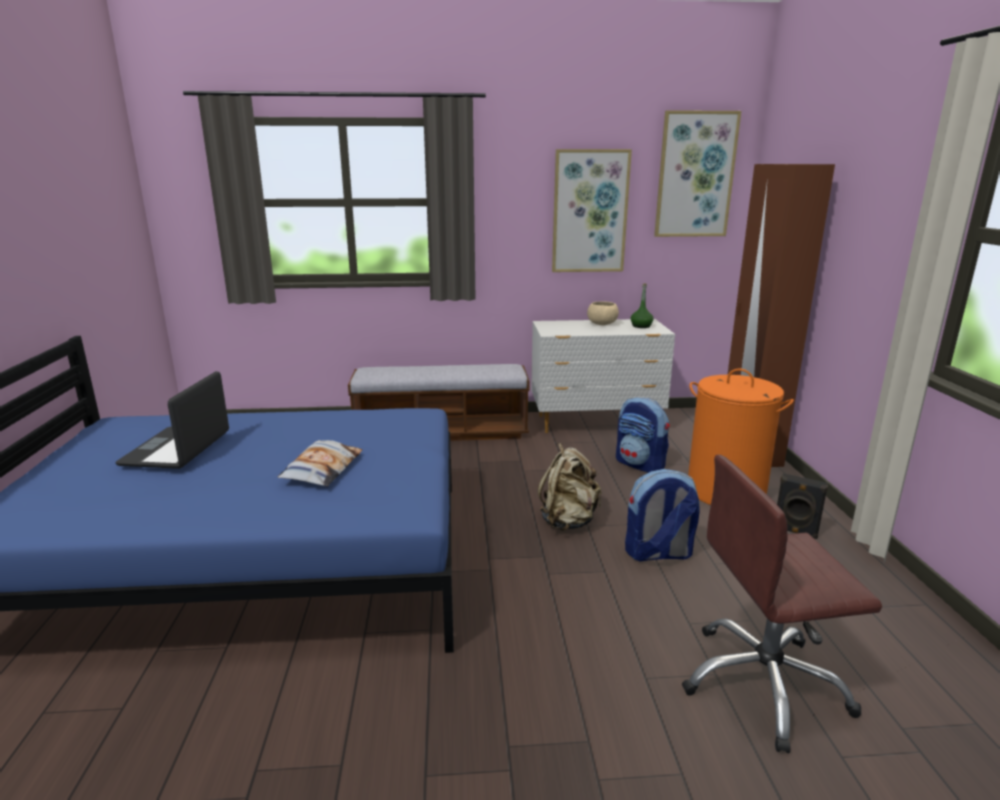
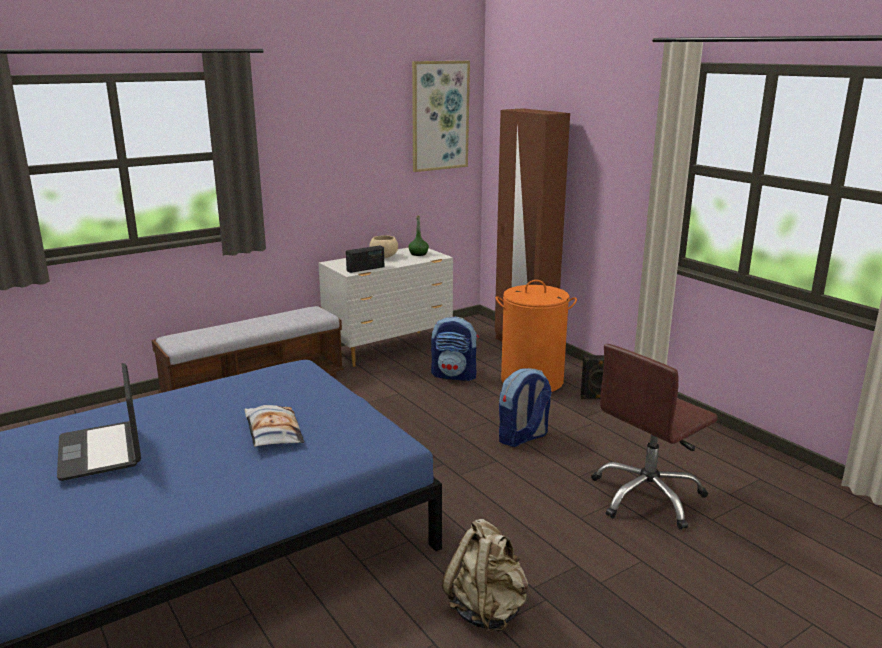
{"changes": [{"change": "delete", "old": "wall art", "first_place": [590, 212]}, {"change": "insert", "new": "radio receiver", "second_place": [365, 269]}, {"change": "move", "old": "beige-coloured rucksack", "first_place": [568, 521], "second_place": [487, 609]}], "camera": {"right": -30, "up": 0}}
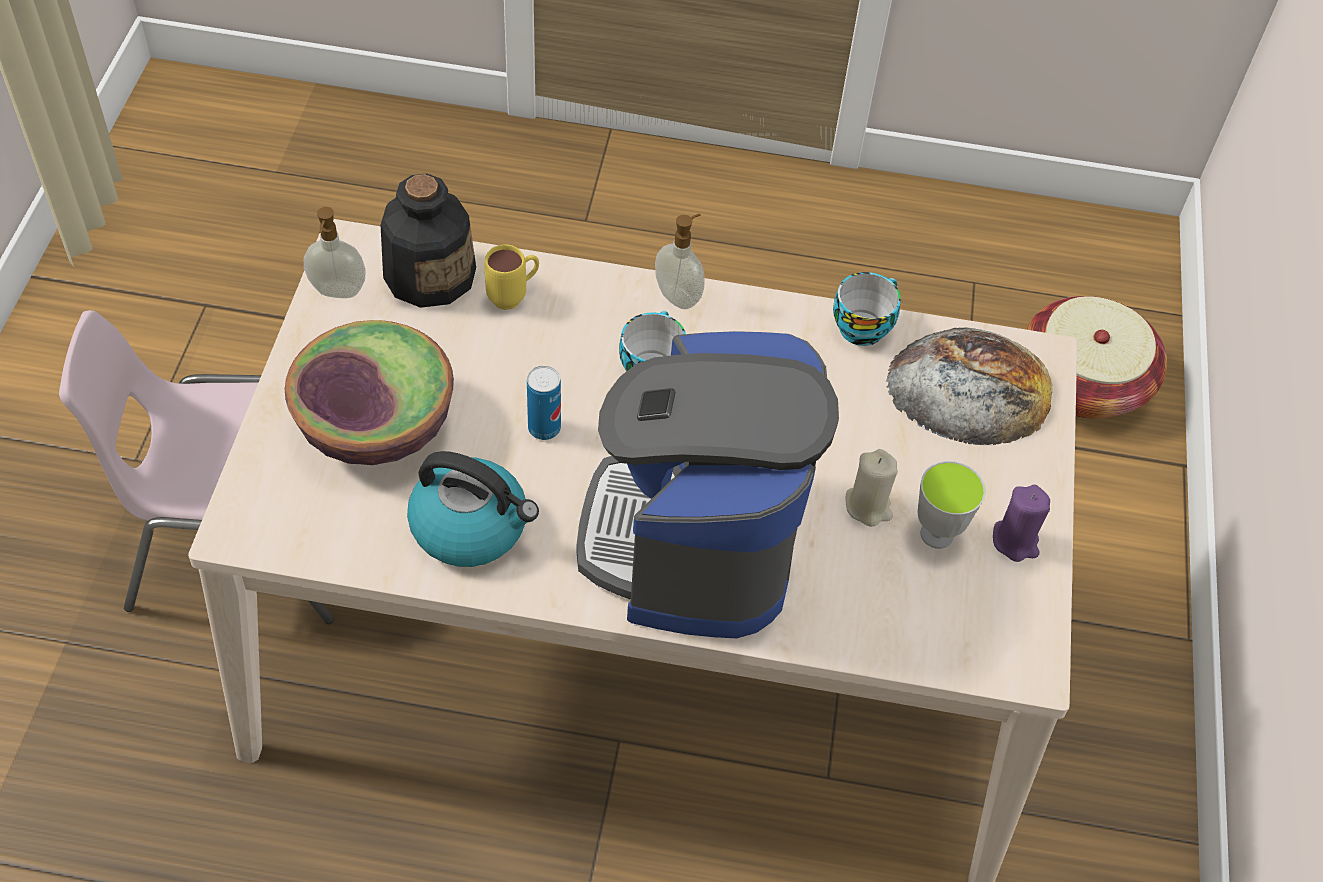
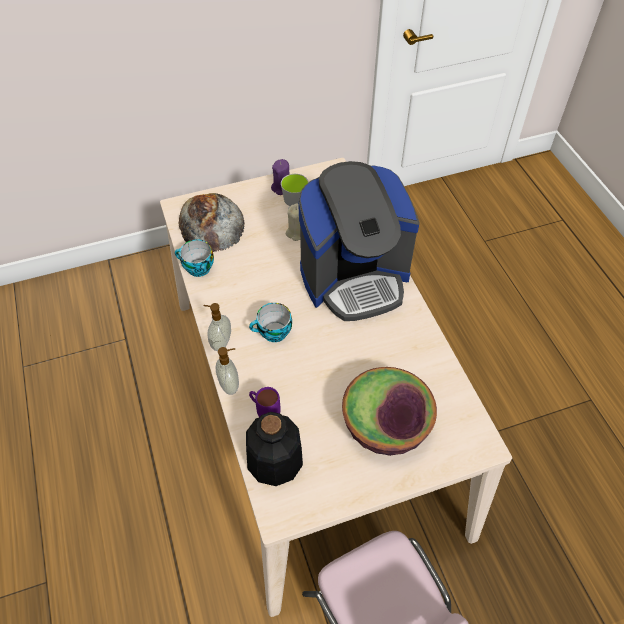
{"changes": [{"change": "delete", "old": "water kettle", "first_place": [471, 527]}, {"change": "delete", "old": "can", "first_place": [544, 428]}, {"change": "delete", "old": "basket", "first_place": [1083, 382]}, {"change": "move", "old": "soap dispenser", "first_place": [337, 292], "second_place": [230, 385]}, {"change": "recolor", "old": "yellowish mug", "new": "purple mug", "first_place": [514, 296], "second_place": [265, 411]}], "camera": {"right": -115, "up": 0}}
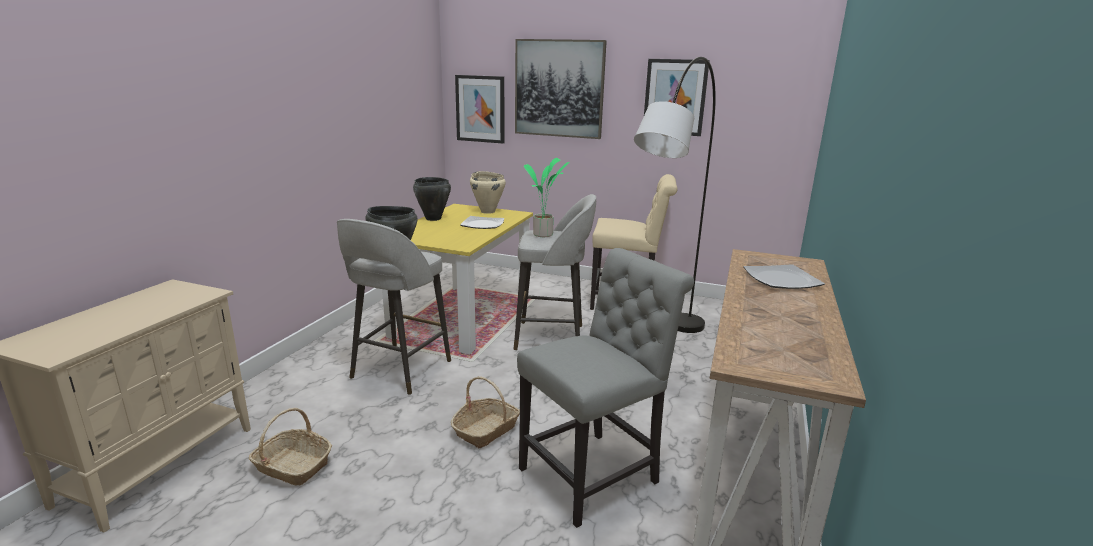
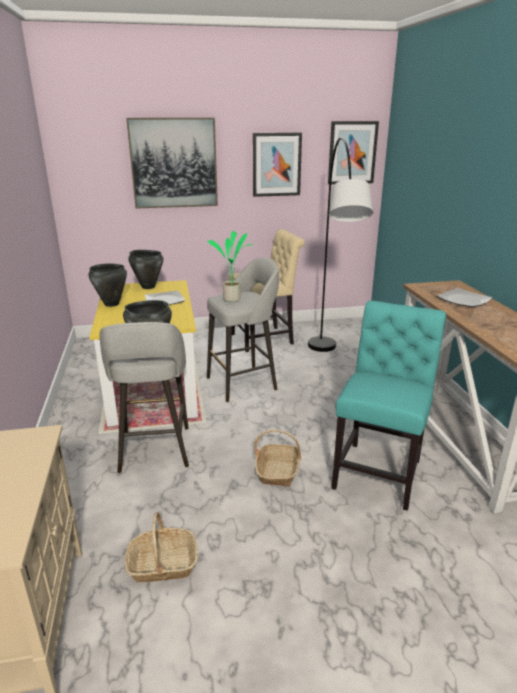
{"changes": [{"change": "move", "old": "wall art", "first_place": [480, 109], "second_place": [352, 153]}, {"change": "recolor", "old": "beige-coloured stockpot", "new": "black-coloured stockpot", "first_place": [488, 211], "second_place": [148, 287]}, {"change": "recolor", "old": "grey upright chair", "new": "turquoise-coloured upright chair", "first_place": [594, 473], "second_place": [379, 471]}], "camera": {"right": -30, "up": 5}}
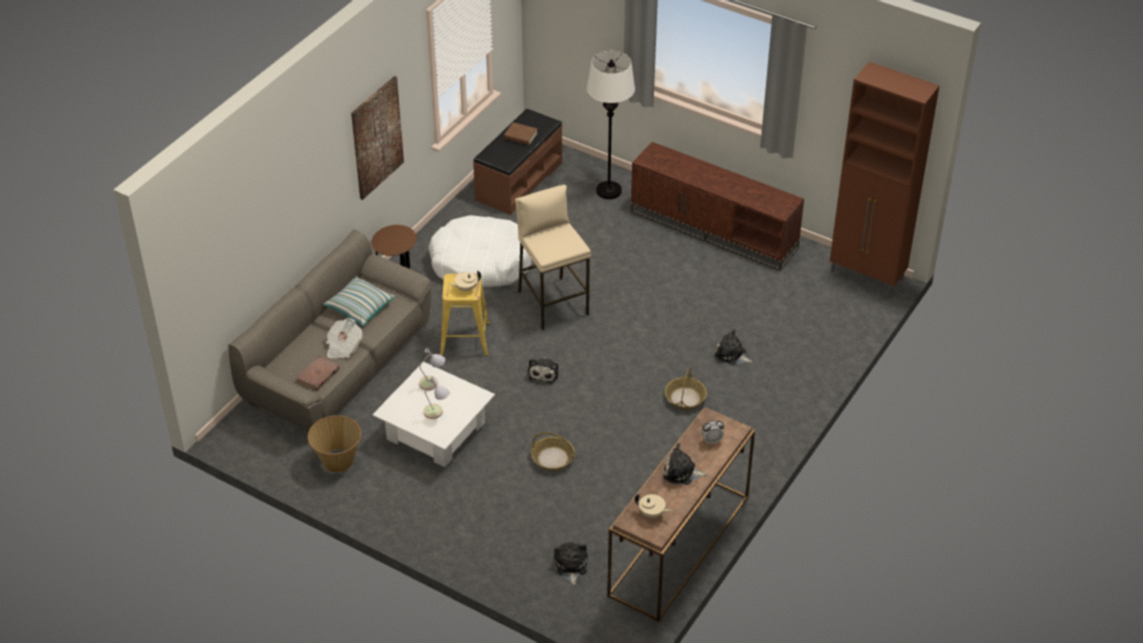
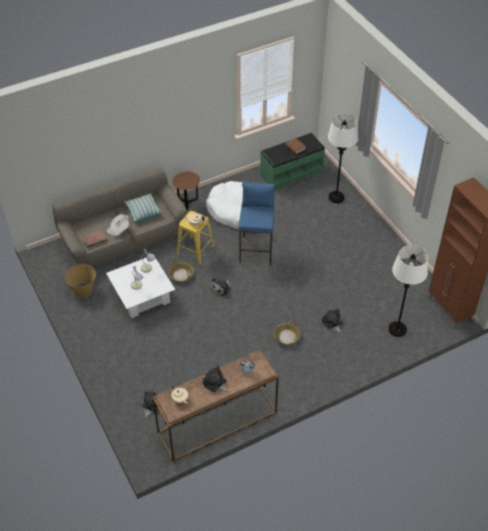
{"changes": [{"change": "delete", "old": "wall art", "first_place": [376, 137]}, {"change": "delete", "old": "brown tv stand", "first_place": [715, 229]}, {"change": "insert", "new": "white-coloured standing lamp", "second_place": [397, 329]}, {"change": "move", "old": "basket", "first_place": [552, 458], "second_place": [181, 275]}, {"change": "recolor", "old": "brown bench", "new": "greenish bench", "first_place": [518, 181], "second_place": [291, 172]}, {"change": "recolor", "old": "beige-coloured stool seat", "new": "blue-coloured stool seat", "first_place": [553, 303], "second_place": [256, 250]}], "camera": {"right": 30, "up": 5}}
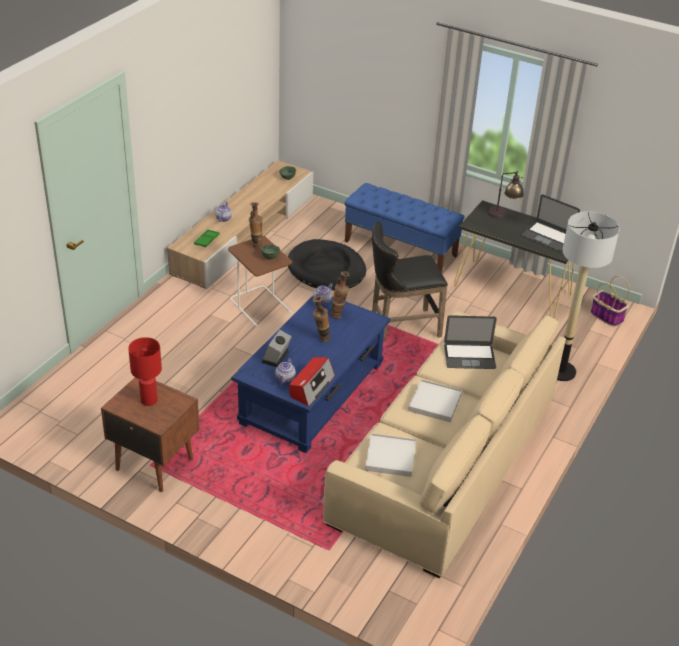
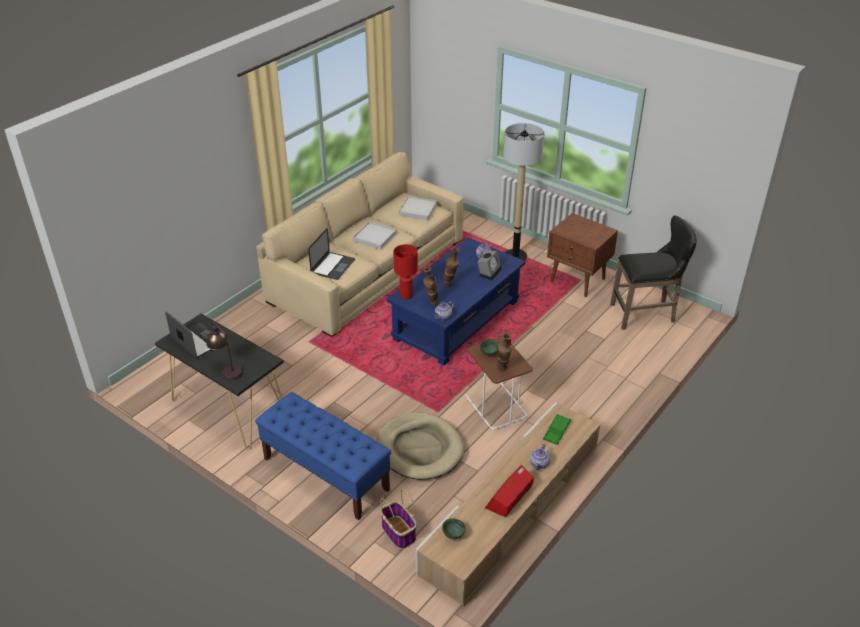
{"changes": [{"change": "move", "old": "reddish lamp for a table", "first_place": [148, 400], "second_place": [406, 296]}, {"change": "move", "old": "radio receiver", "first_place": [311, 386], "second_place": [509, 497]}, {"change": "move", "old": "black-coloured stool seat", "first_place": [400, 327], "second_place": [646, 314]}, {"change": "move", "old": "standing lamp", "first_place": [561, 371], "second_place": [515, 256]}, {"change": "move", "old": "basket", "first_place": [606, 316], "second_place": [399, 532]}, {"change": "recolor", "old": "black-coloured dog bed", "new": "beige-coloured dog bed", "first_place": [326, 269], "second_place": [420, 449]}, {"change": "rotate", "old": "portable computer", "first_place": [469, 356], "second_place": [332, 266], "degrees": 105}], "camera": {"right": -170, "up": 0}}
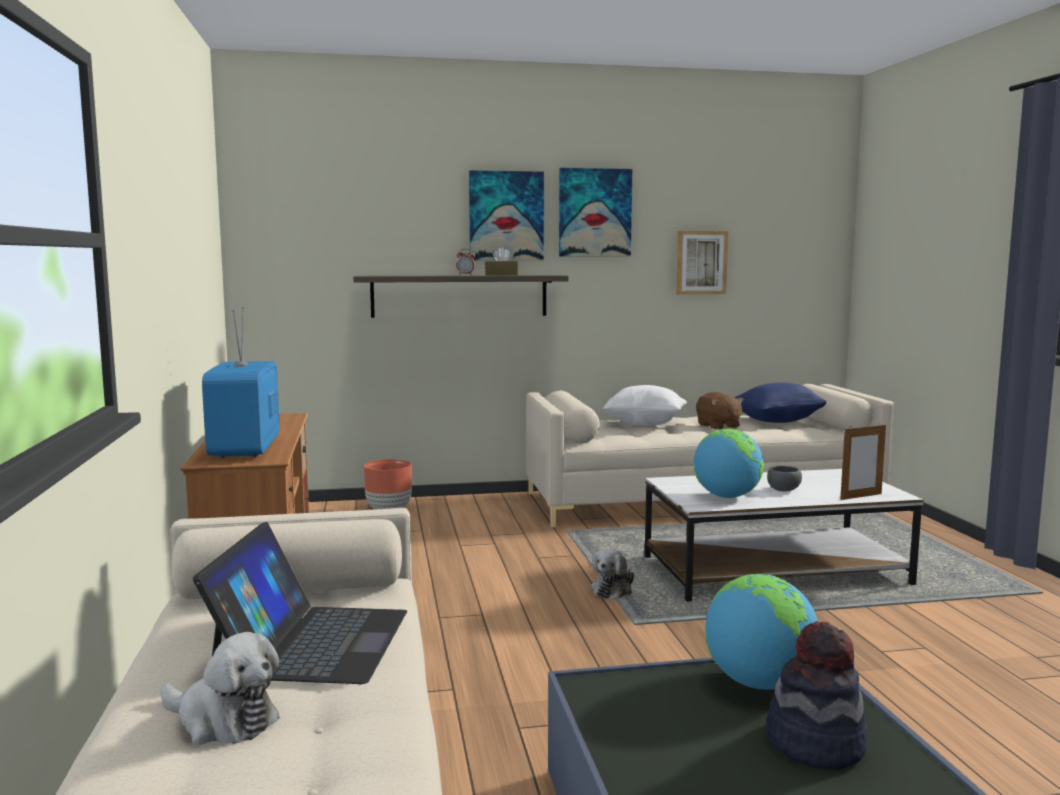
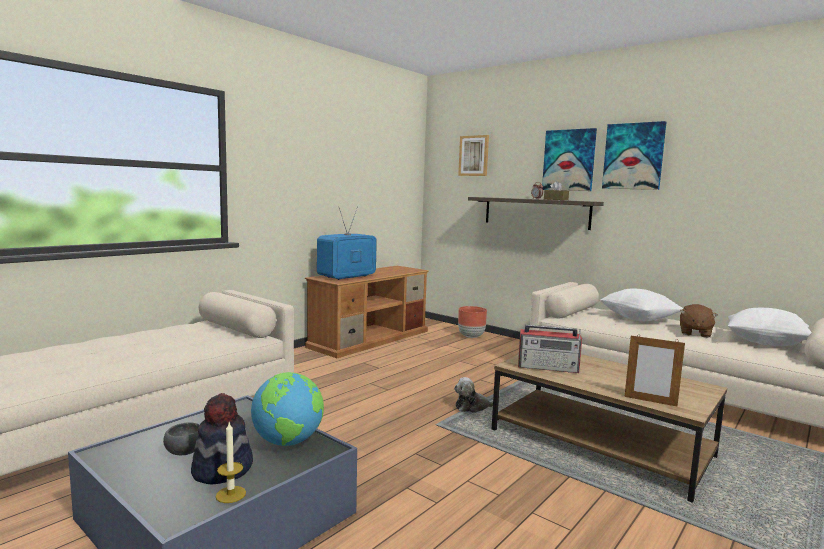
{"changes": [{"change": "delete", "old": "plush toy", "first_place": [223, 721]}, {"change": "delete", "old": "portable computer", "first_place": [312, 642]}, {"change": "insert", "new": "candle", "second_place": [231, 494]}, {"change": "move", "old": "wall art", "first_place": [701, 262], "second_place": [474, 156]}, {"change": "move", "old": "grey serving bowl", "first_place": [784, 490], "second_place": [185, 452]}, {"change": "replace", "old": "desk globe", "new": "radio receiver", "first_place": [726, 496], "second_place": [548, 367]}, {"change": "recolor", "old": "white-coloured lounge table", "new": "brown lounge table", "first_place": [775, 571], "second_place": [601, 444]}, {"change": "recolor", "old": "blue-coloured pillow", "new": "white-coloured pillow", "first_place": [776, 421], "second_place": [766, 343]}], "camera": {"right": 50, "up": 0}}
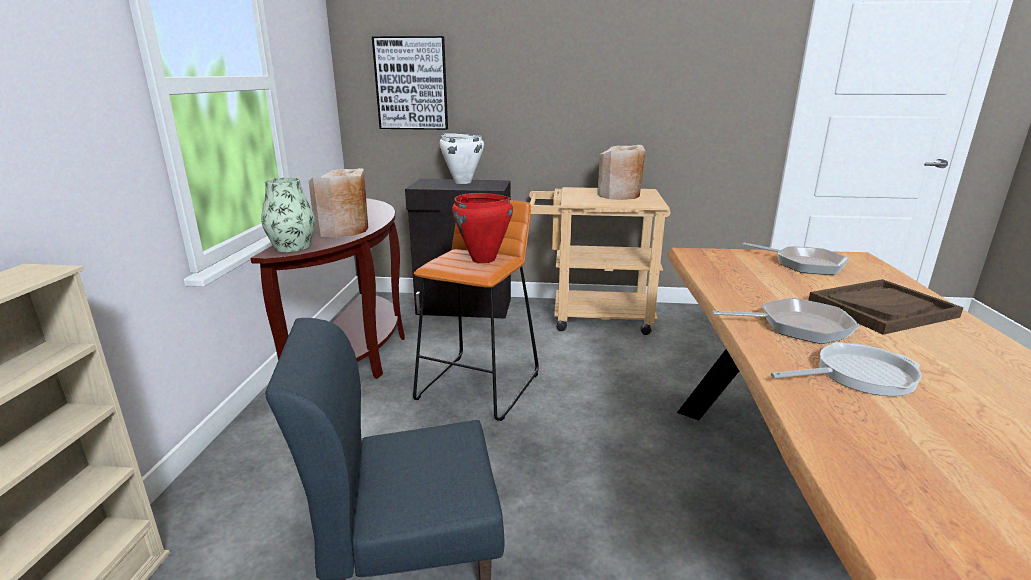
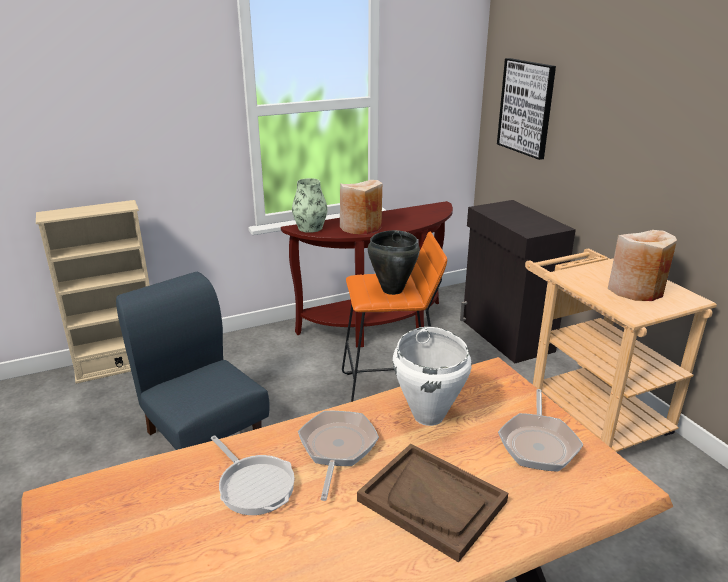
{"changes": [{"change": "move", "old": "white-coloured stockpot", "first_place": [462, 182], "second_place": [429, 416]}, {"change": "recolor", "old": "reddish stockpot", "new": "black-coloured stockpot", "first_place": [483, 259], "second_place": [392, 290]}, {"change": "rotate", "old": "pan", "first_place": [797, 326], "second_place": [337, 449], "degrees": -150}], "camera": {"right": 60, "up": 5}}
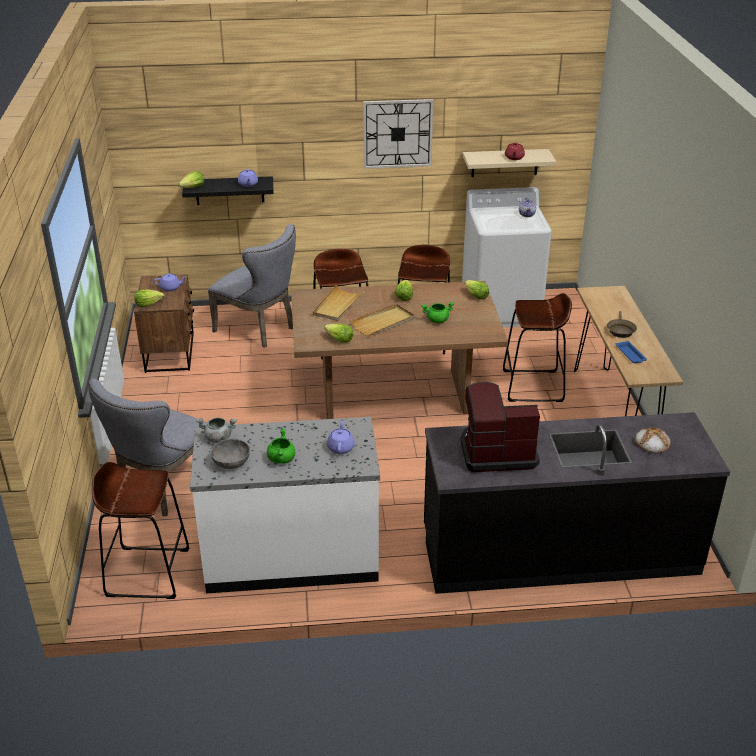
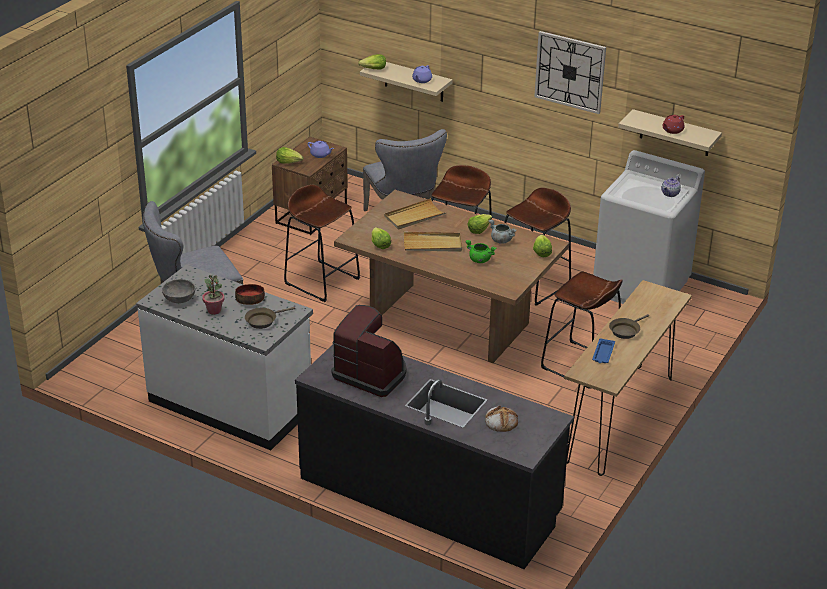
{"changes": [{"change": "insert", "new": "serving bowl", "second_place": [250, 300]}, {"change": "move", "old": "brown stool seat", "first_place": [148, 572], "second_place": [322, 281]}, {"change": "move", "old": "grey stockpot", "first_place": [218, 438], "second_place": [501, 240]}, {"change": "replace", "old": "greenish stockpot", "new": "houseplant", "first_place": [281, 458], "second_place": [214, 310]}, {"change": "replace", "old": "purple pot for tea", "new": "brown pan", "first_place": [340, 447], "second_place": [263, 320]}, {"change": "recolor", "old": "black-coloured bracket shelf", "new": "beige-coloured bracket shelf", "first_place": [229, 190], "second_place": [414, 81]}], "camera": {"right": 35, "up": 0}}
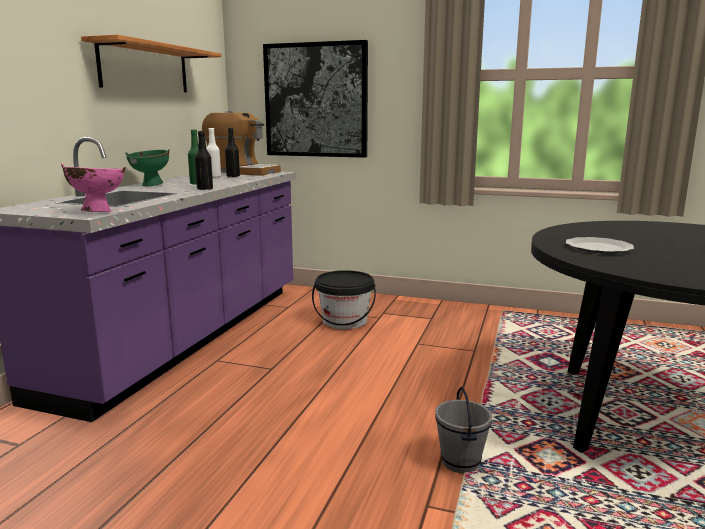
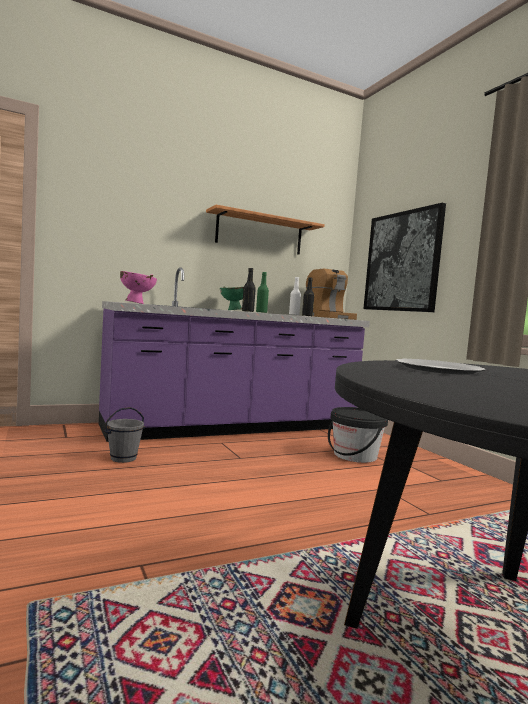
{"changes": [{"change": "move", "old": "grey water bucket", "first_place": [461, 462], "second_place": [123, 458]}], "camera": {"right": 45, "up": -10}}
